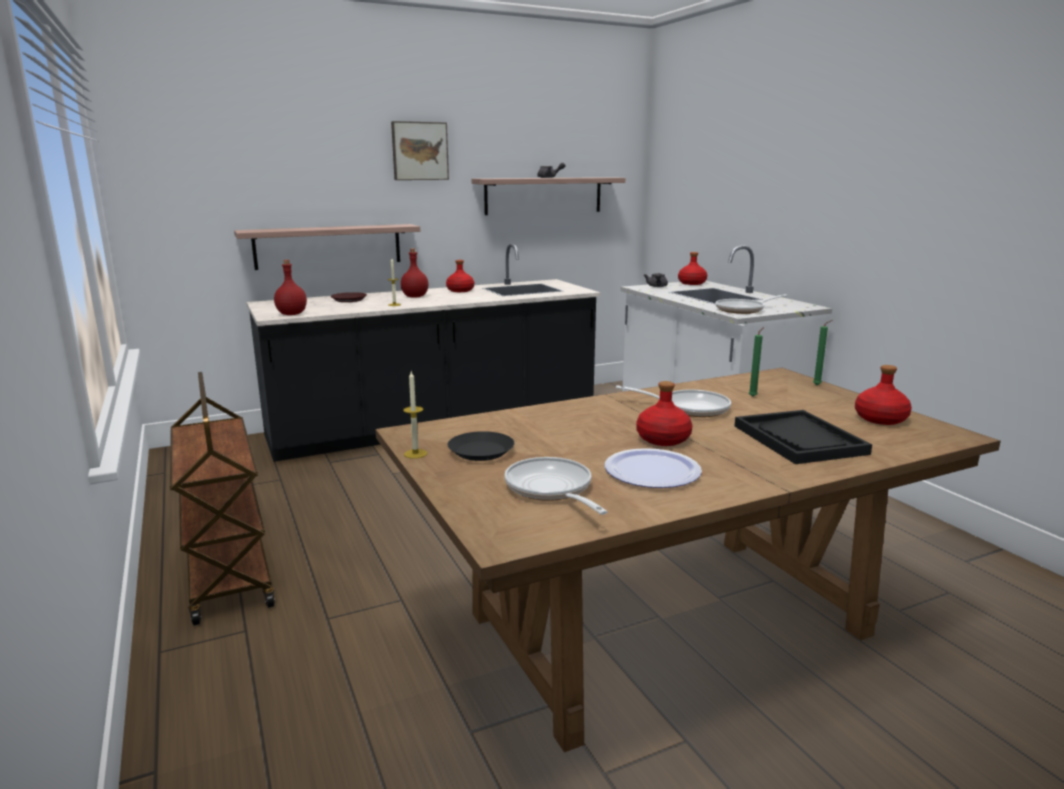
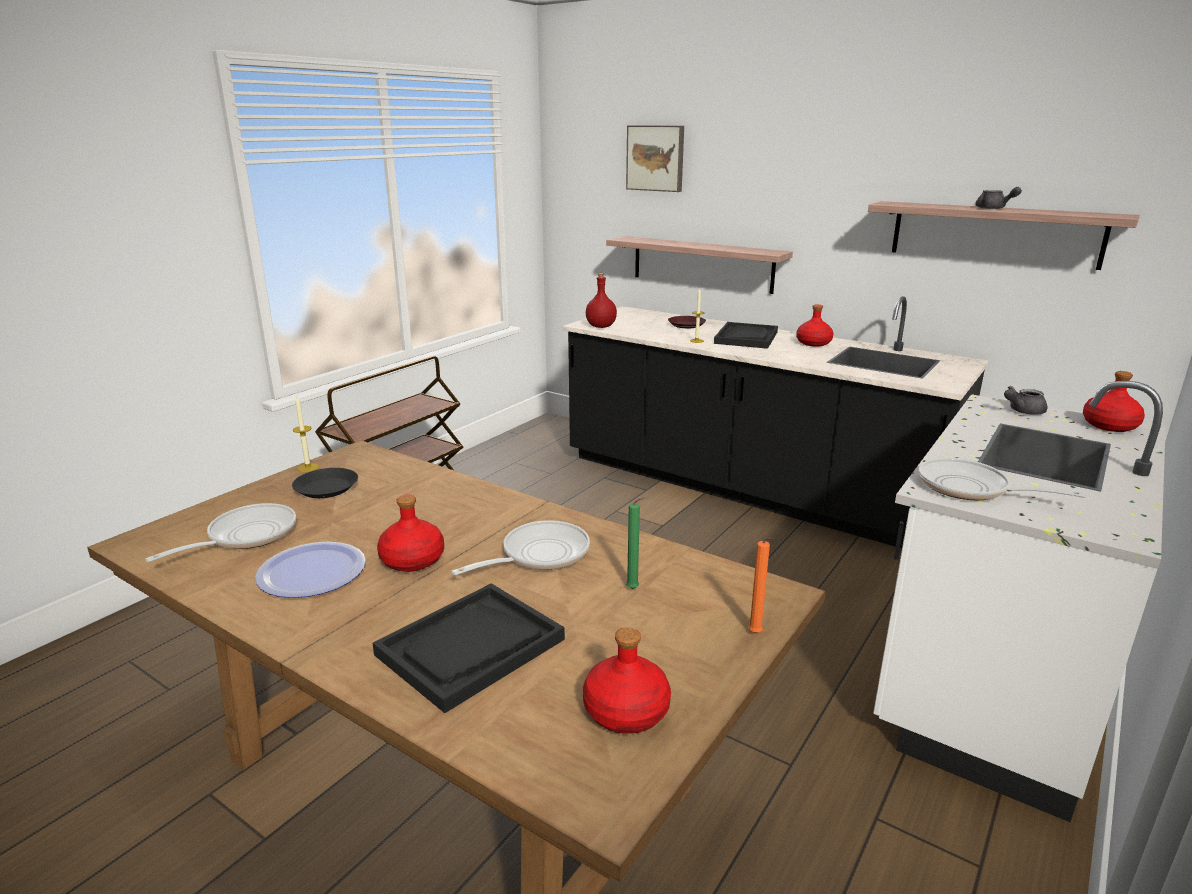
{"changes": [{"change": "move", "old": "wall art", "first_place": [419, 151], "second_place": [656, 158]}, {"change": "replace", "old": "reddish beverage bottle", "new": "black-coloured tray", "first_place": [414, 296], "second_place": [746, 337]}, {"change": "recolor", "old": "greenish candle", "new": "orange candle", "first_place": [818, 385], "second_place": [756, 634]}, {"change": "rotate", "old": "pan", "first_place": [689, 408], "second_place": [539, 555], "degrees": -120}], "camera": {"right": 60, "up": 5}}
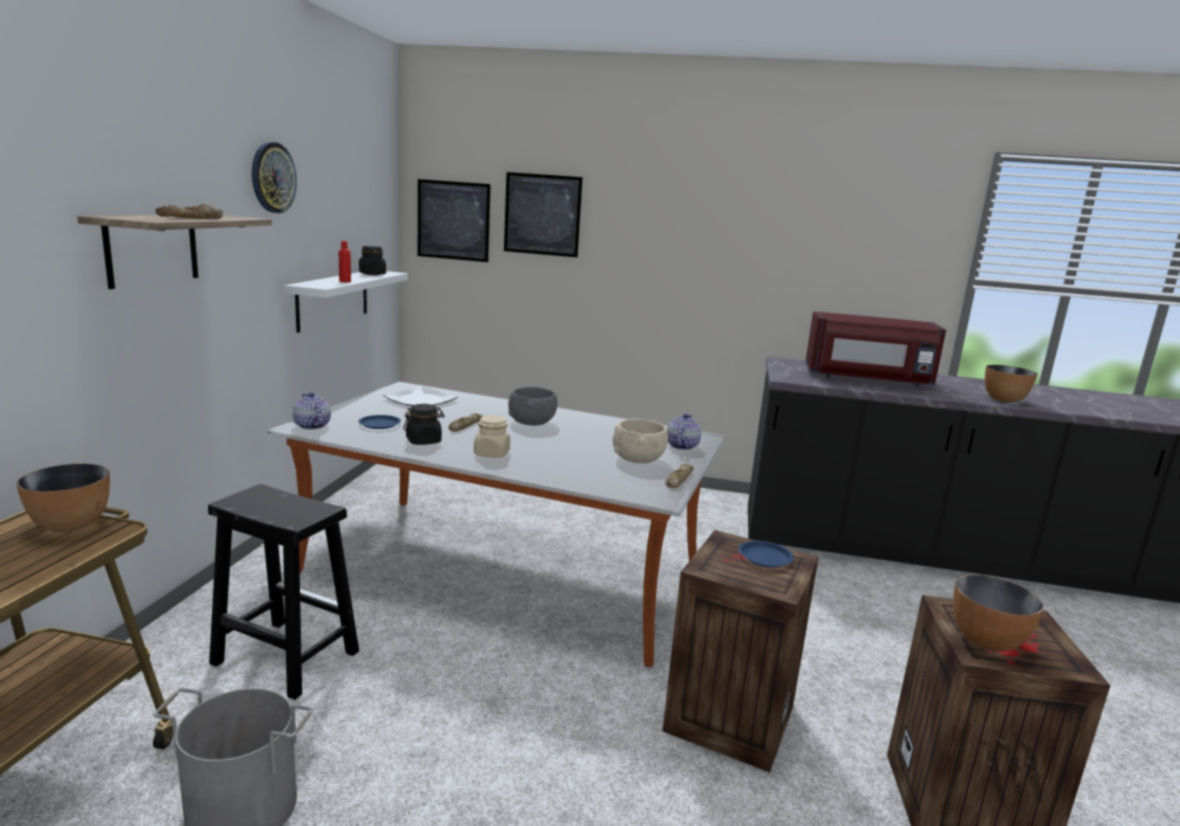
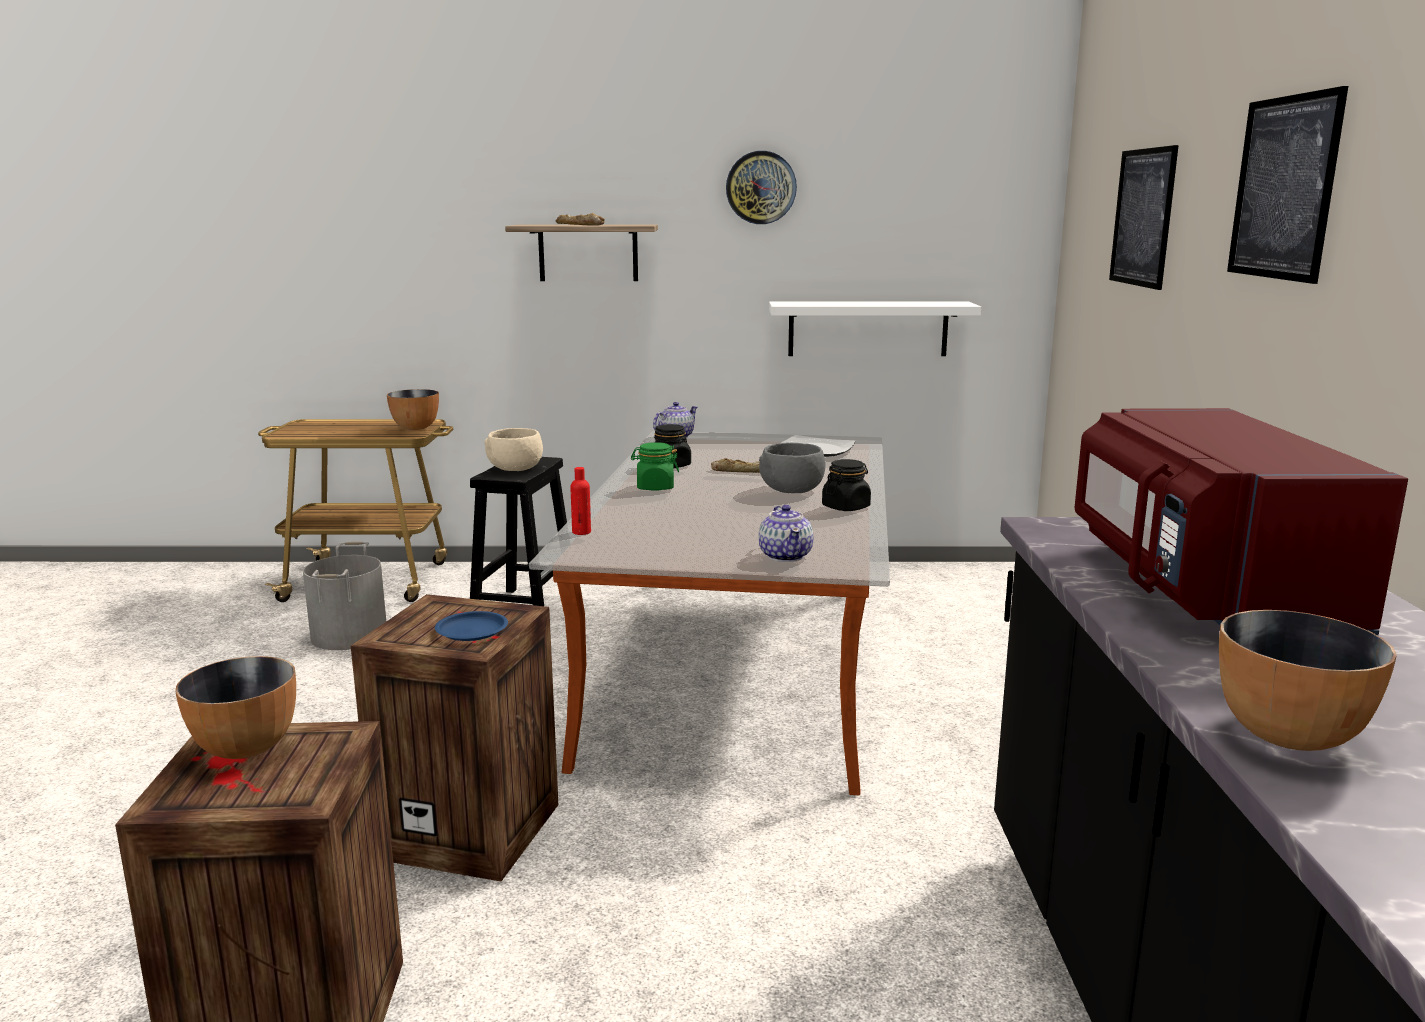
{"changes": [{"change": "delete", "old": "blue-coloured plate", "first_place": [379, 424]}, {"change": "delete", "old": "bakery bread", "first_place": [678, 480]}, {"change": "move", "old": "reddish beverage bottle", "first_place": [345, 281], "second_place": [581, 532]}, {"change": "move", "old": "black-coloured jar", "first_place": [372, 274], "second_place": [846, 507]}, {"change": "move", "old": "wall art", "first_place": [453, 220], "second_place": [1284, 188]}, {"change": "move", "old": "beige-coloured serving bowl", "first_place": [639, 460], "second_place": [515, 469]}, {"change": "recolor", "old": "beige-coloured jar", "new": "greenish jar", "first_place": [491, 454], "second_place": [655, 487]}, {"change": "rotate", "old": "pot for tea", "first_place": [681, 446], "second_place": [786, 556], "degrees": 75}], "camera": {"right": 80, "up": 0}}
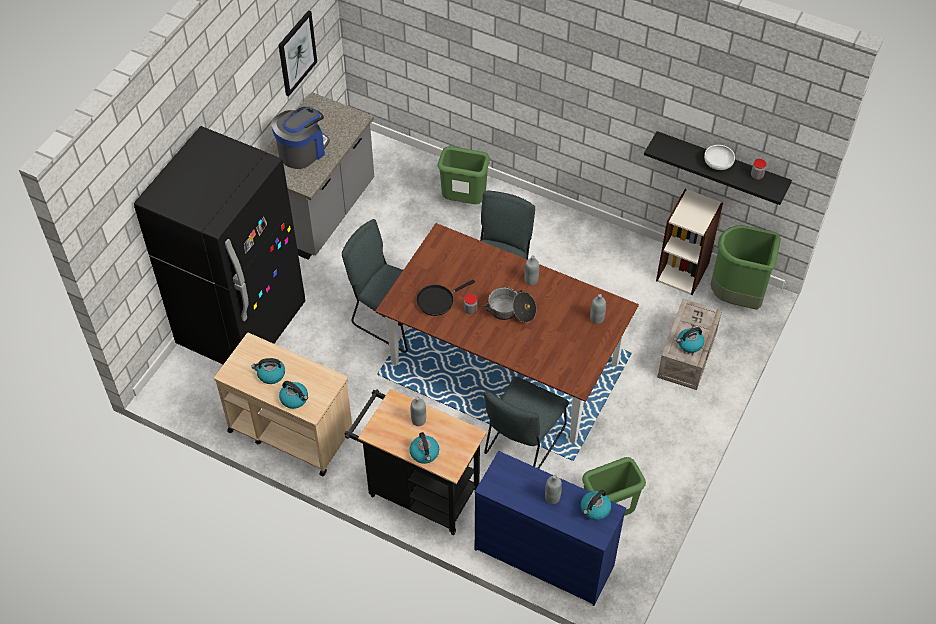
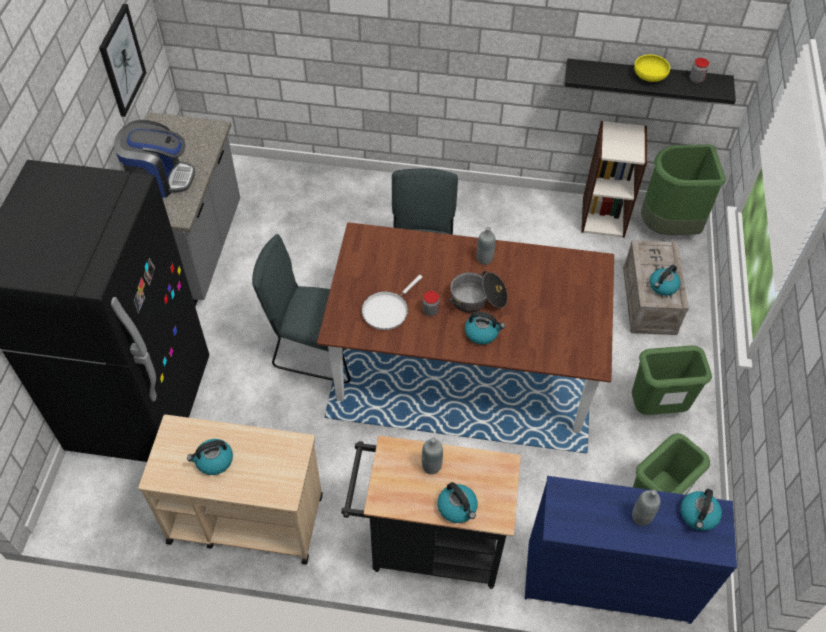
{"changes": [{"change": "delete", "old": "grey upright chair", "first_place": [522, 443]}, {"change": "delete", "old": "grey beverage bottle", "first_place": [597, 319]}, {"change": "move", "old": "water kettle", "first_place": [294, 399], "second_place": [482, 333]}, {"change": "move", "old": "greenish trash can", "first_place": [464, 201], "second_place": [656, 407]}, {"change": "recolor", "old": "black-coloured pan", "new": "white-coloured pan", "first_place": [437, 300], "second_place": [387, 310]}, {"change": "recolor", "old": "white-coloured serving bowl", "new": "yellowish serving bowl", "first_place": [718, 163], "second_place": [649, 76]}, {"change": "rotate", "old": "coffee machine", "first_place": [302, 151], "second_place": [160, 178], "degrees": 75}], "camera": {"right": -20, "up": 0}}
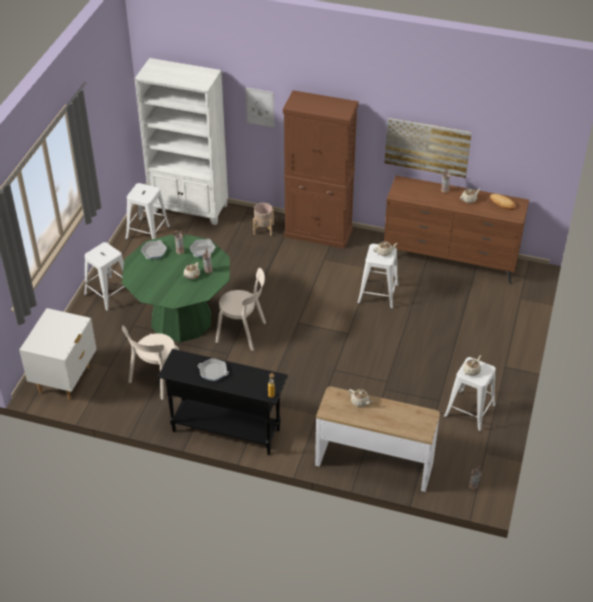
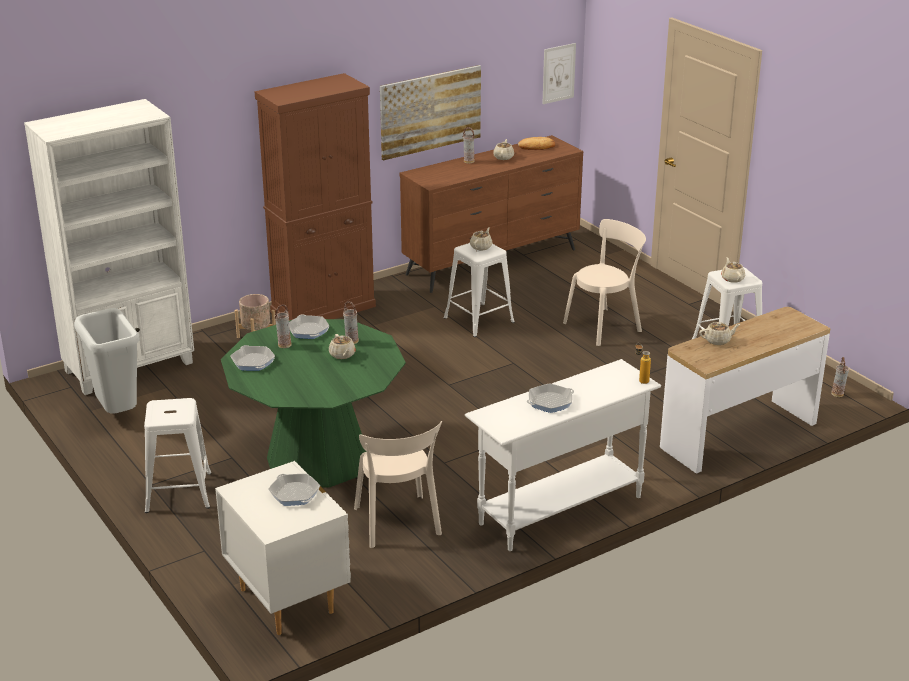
{"changes": [{"change": "insert", "new": "pan", "second_place": [294, 493]}, {"change": "move", "old": "beige-coloured upright chair", "first_place": [243, 333], "second_place": [605, 326]}, {"change": "move", "old": "wall art", "first_place": [260, 107], "second_place": [558, 73]}, {"change": "replace", "old": "white-coloured stool seat", "new": "grey trash can", "first_place": [148, 232], "second_place": [116, 413]}, {"change": "recolor", "old": "black-coloured console table", "new": "white-coloured console table", "first_place": [225, 430], "second_place": [559, 510]}], "camera": {"right": -50, "up": -15}}
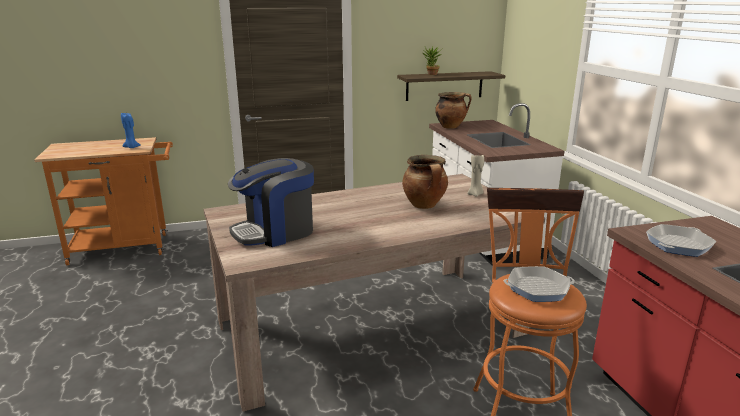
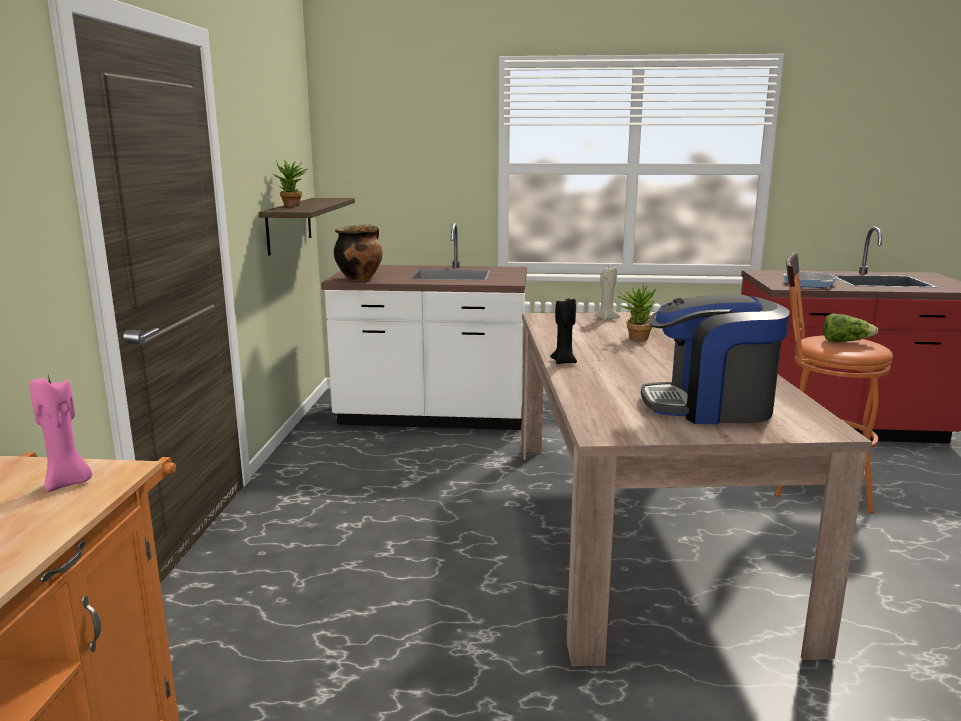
{"changes": [{"change": "insert", "new": "black-coloured candle", "second_place": [564, 361]}, {"change": "replace", "old": "stockpot", "new": "houseplant", "first_place": [425, 205], "second_place": [635, 338]}, {"change": "replace", "old": "pan", "new": "lettuce head", "first_place": [538, 289], "second_place": [845, 342]}, {"change": "recolor", "old": "blue-coloured candle", "new": "pink-coloured candle", "first_place": [131, 147], "second_place": [68, 483]}, {"change": "rotate", "old": "coffee machine", "first_place": [275, 232], "second_place": [710, 406], "degrees": 105}], "camera": {"right": -70, "up": -5}}
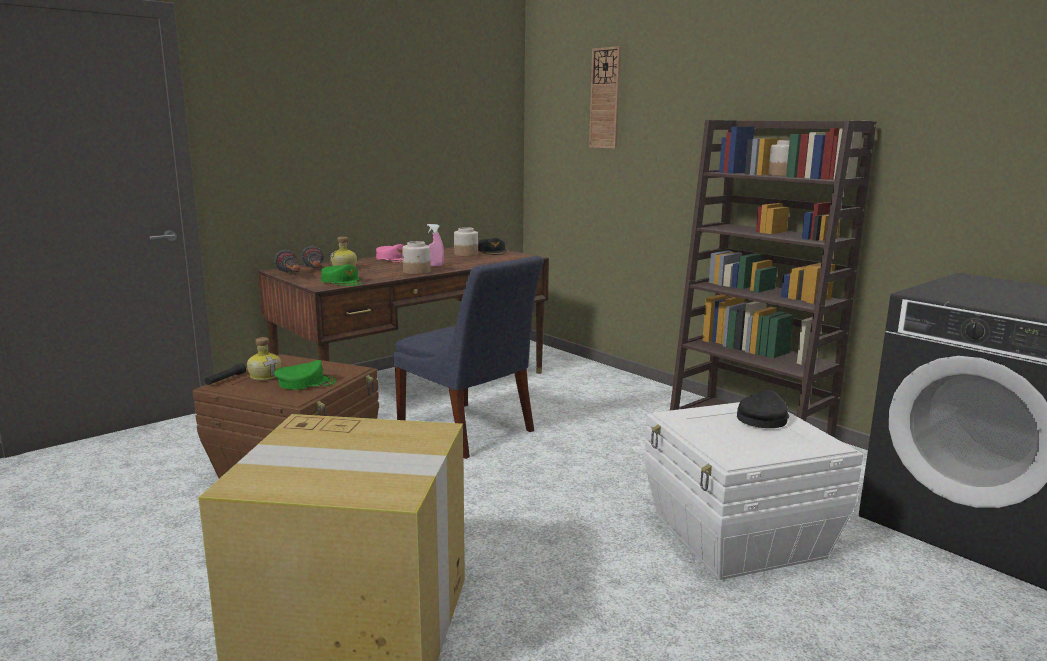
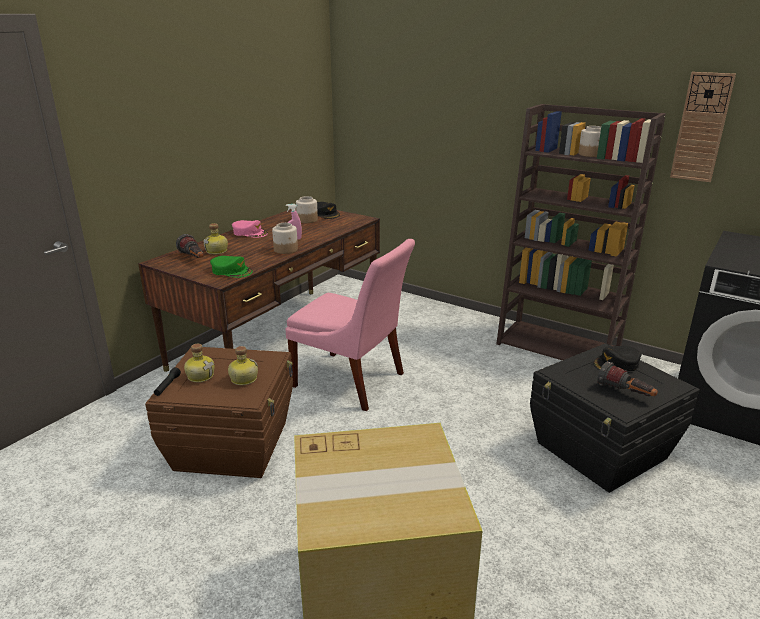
{"changes": [{"change": "move", "old": "torch", "first_place": [291, 276], "second_place": [625, 393]}, {"change": "move", "old": "clock on the wall", "first_place": [605, 98], "second_place": [701, 127]}, {"change": "replace", "old": "greenish baseball cap", "new": "beverage bottle", "first_place": [305, 382], "second_place": [243, 379]}, {"change": "recolor", "old": "blue-coloured upright chair", "new": "pink-coloured upright chair", "first_place": [468, 431], "second_place": [352, 382]}, {"change": "recolor", "old": "white-coloured storage bin", "new": "black-coloured storage bin", "first_place": [737, 537], "second_place": [601, 451]}, {"change": "rotate", "old": "black-coloured baseball cap", "first_place": [762, 418], "second_place": [616, 364], "degrees": -135}], "camera": {"right": -15, "up": 10}}
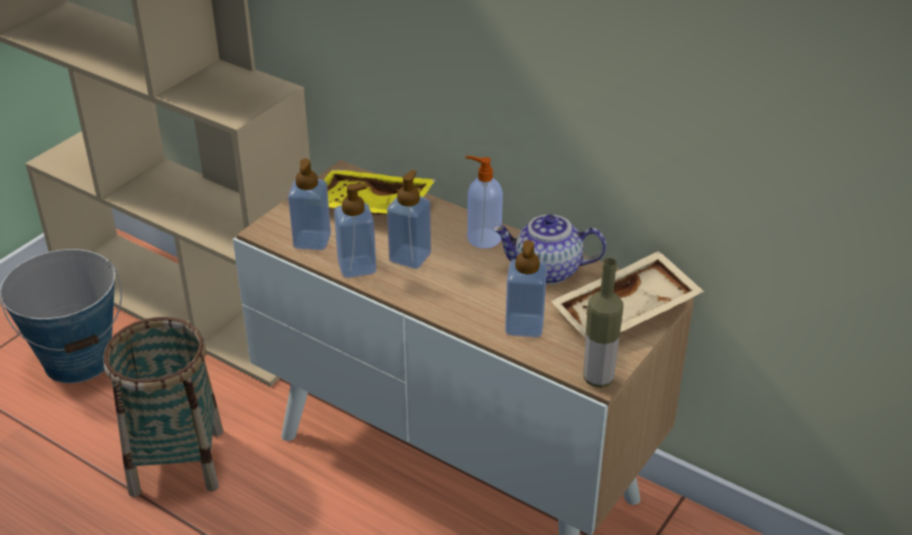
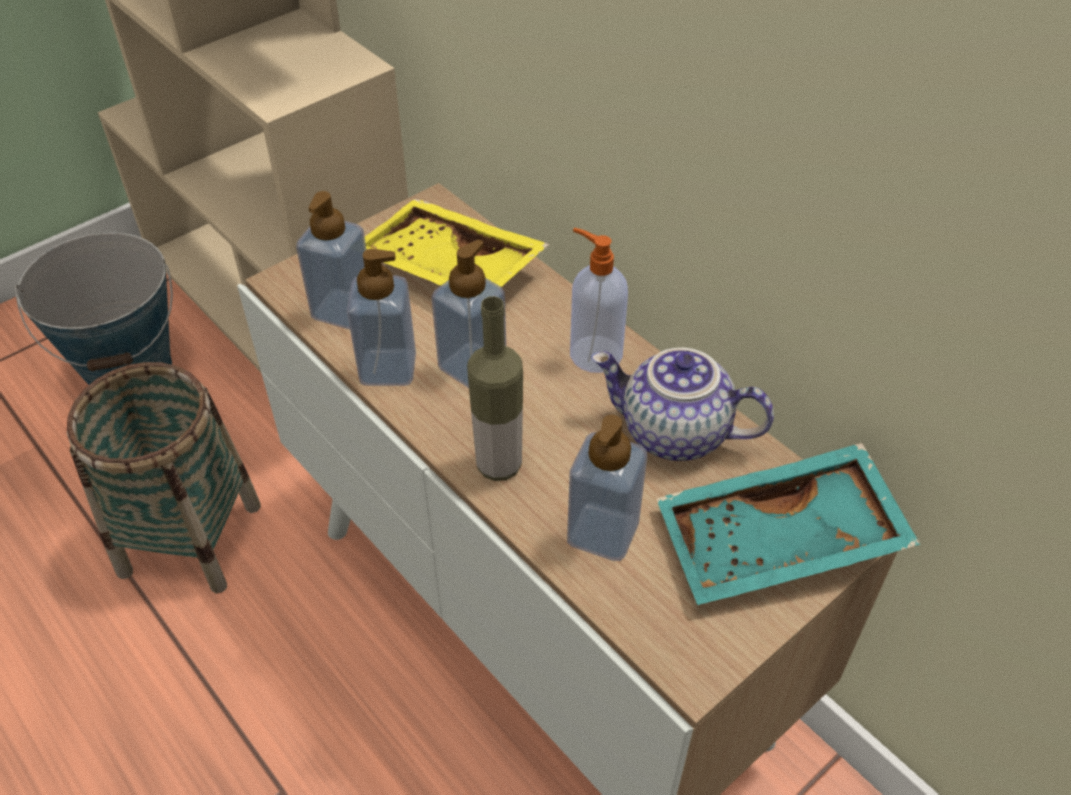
{"changes": [{"change": "move", "old": "beverage bottle", "first_place": [598, 378], "second_place": [499, 465]}, {"change": "recolor", "old": "beige-coloured tray", "new": "turquoise-coloured tray", "first_place": [626, 313], "second_place": [779, 544]}], "camera": {"right": 15, "up": 10}}
